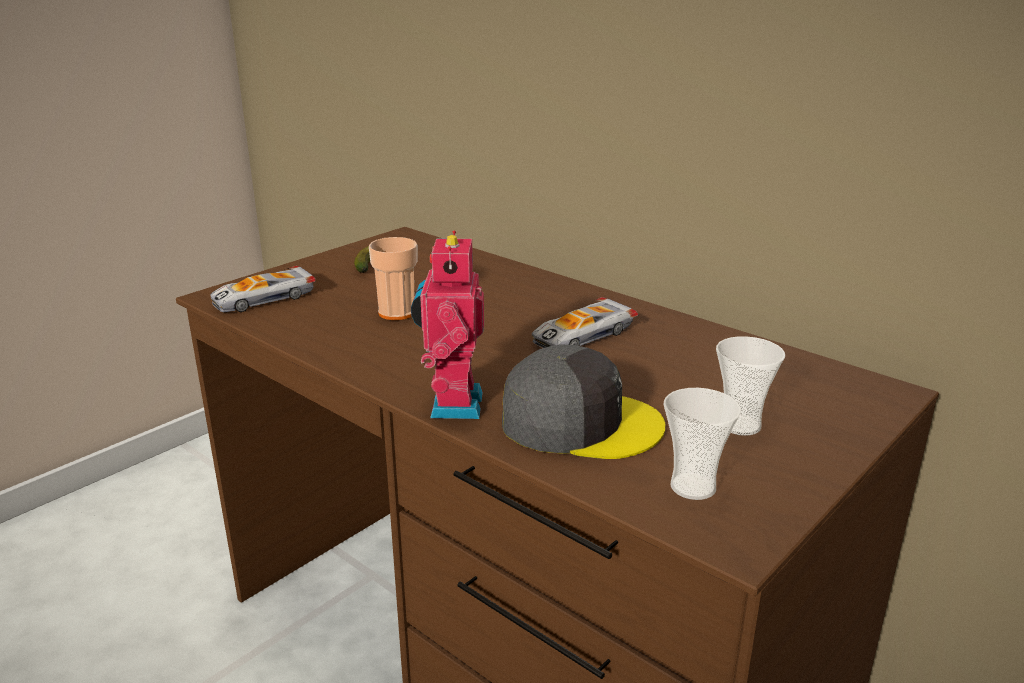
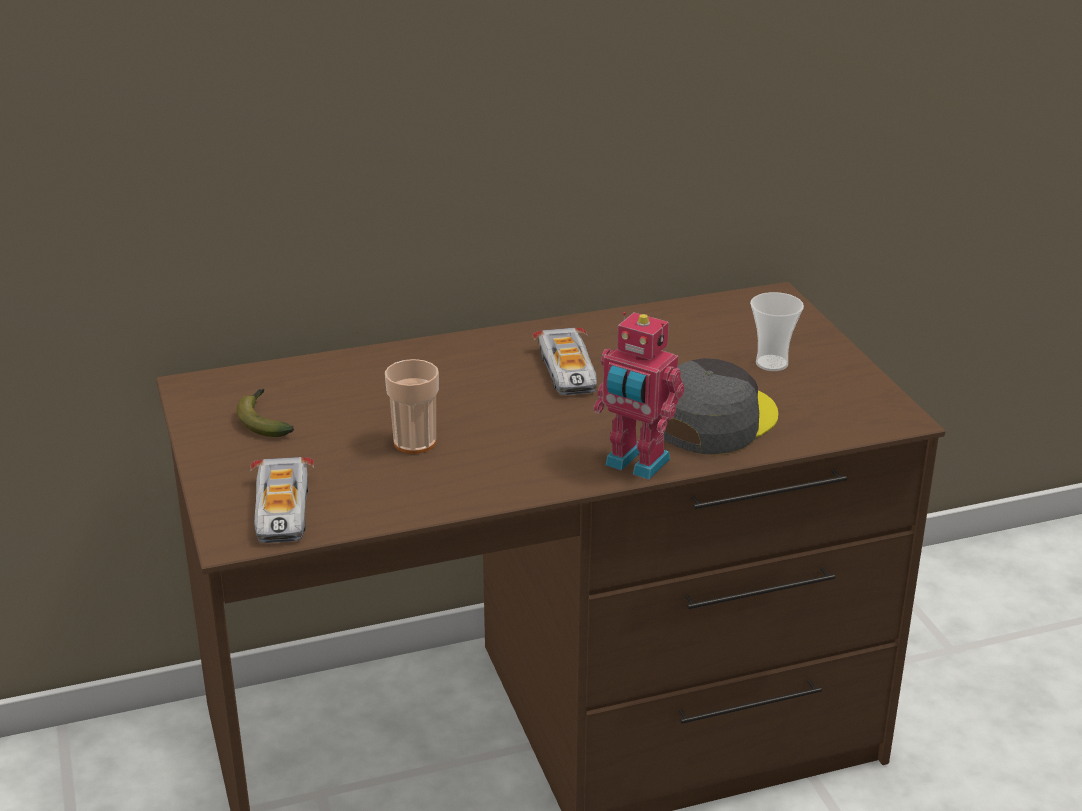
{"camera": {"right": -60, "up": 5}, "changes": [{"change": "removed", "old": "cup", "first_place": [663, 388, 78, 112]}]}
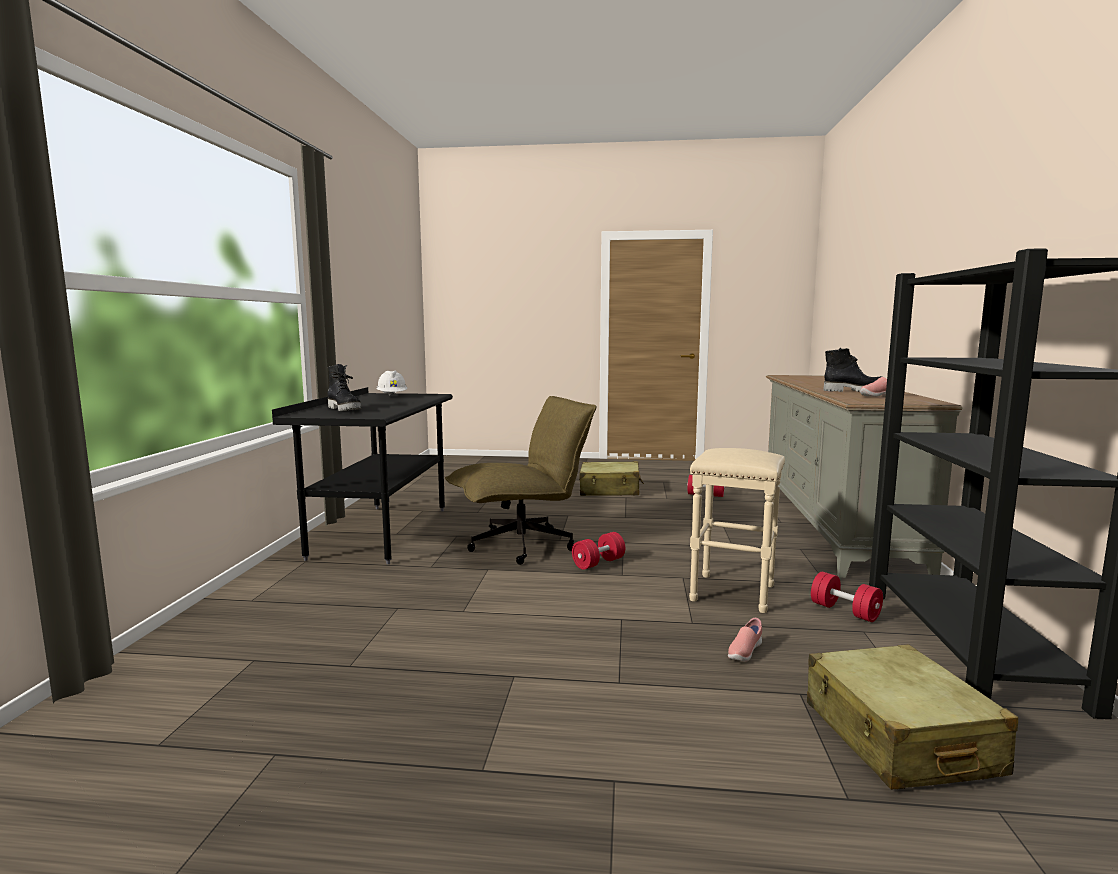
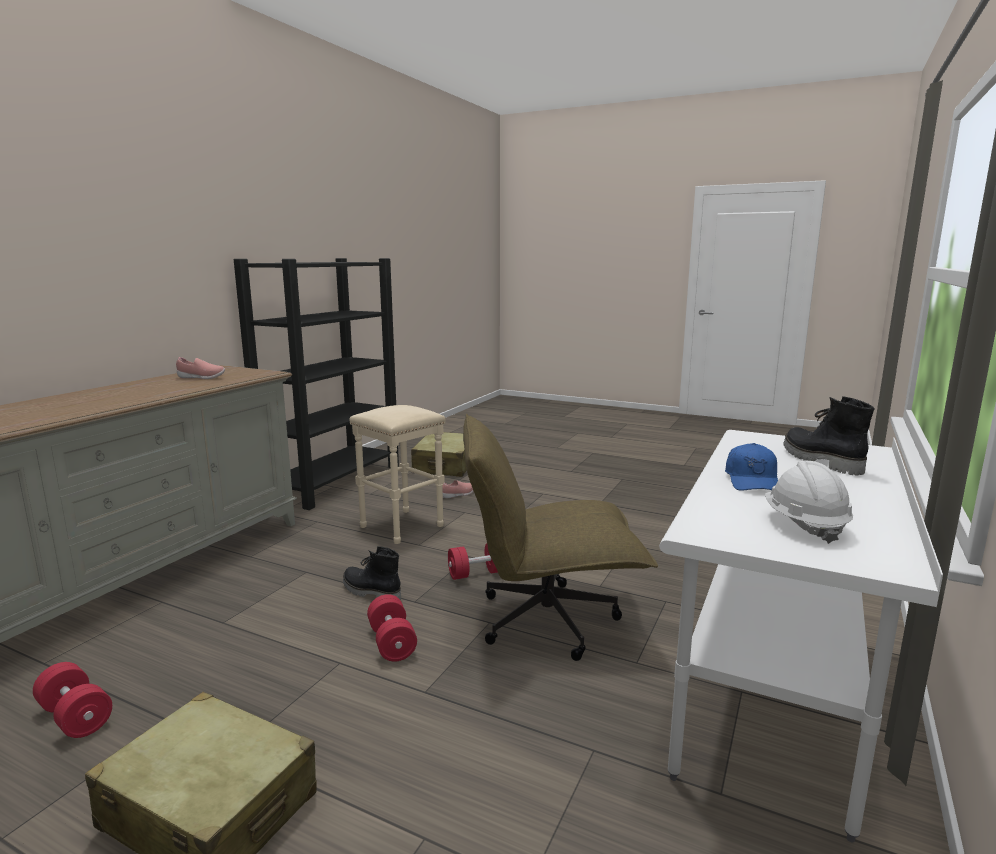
{"camera": {"right": -160, "up": 5}, "changes": [{"change": "moved", "old": "boot/black", "first_place": [823, 348, 59, 44], "second_place": [343, 546, 58, 54]}, {"change": "recoloured", "old": "desk/black", "new": "desk/white", "first_place": [272, 387, 181, 177], "second_place": [659, 430, 284, 413]}, {"change": "moved", "old": "dumbbell/red", "first_place": [811, 572, 72, 50], "second_place": [367, 594, 50, 68]}, {"change": "added", "new": "cap/blue", "second_place": [725, 443, 53, 47]}]}
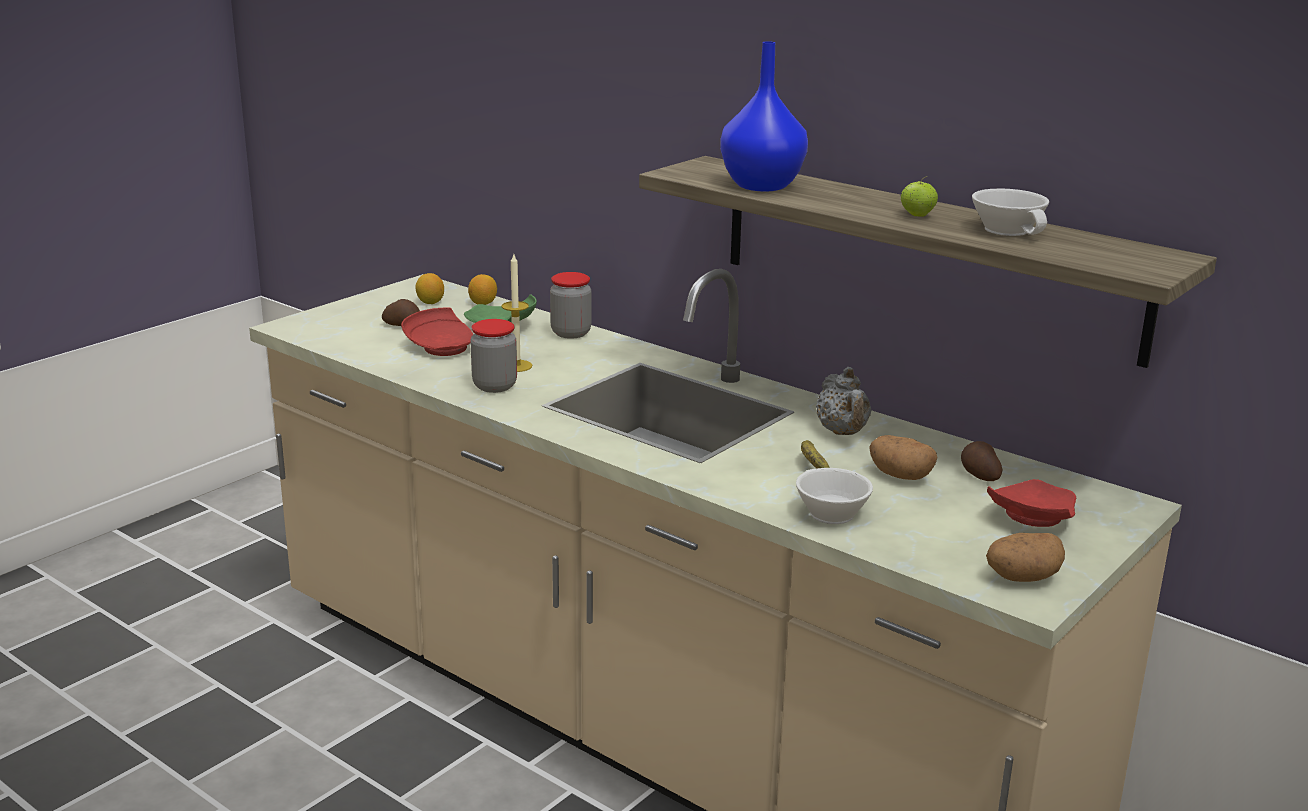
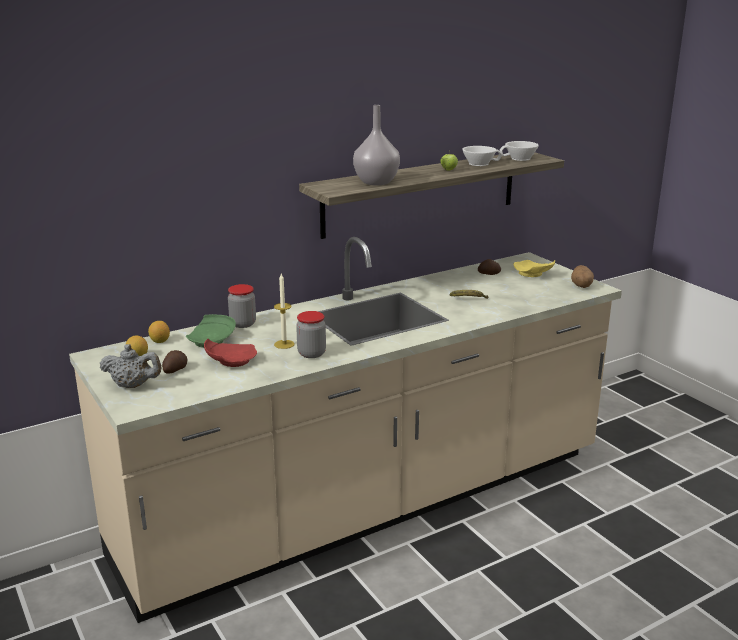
{"camera": {"right": -70, "up": 0}, "changes": [{"change": "recoloured", "old": "vase/blue", "new": "vase/grey", "first_place": [720, 41, 88, 150], "second_place": [353, 105, 47, 80]}, {"change": "moved", "old": "teapot/grey", "first_place": [816, 367, 55, 68], "second_place": [100, 344, 62, 44]}, {"change": "removed", "old": "potato", "first_place": [869, 435, 68, 45]}, {"change": "moved", "old": "cup/white", "first_place": [796, 468, 77, 56], "second_place": [500, 141, 39, 20]}, {"change": "recoloured", "old": "plate/red", "new": "plate/yellow", "first_place": [987, 479, 89, 48], "second_place": [513, 260, 42, 17]}]}
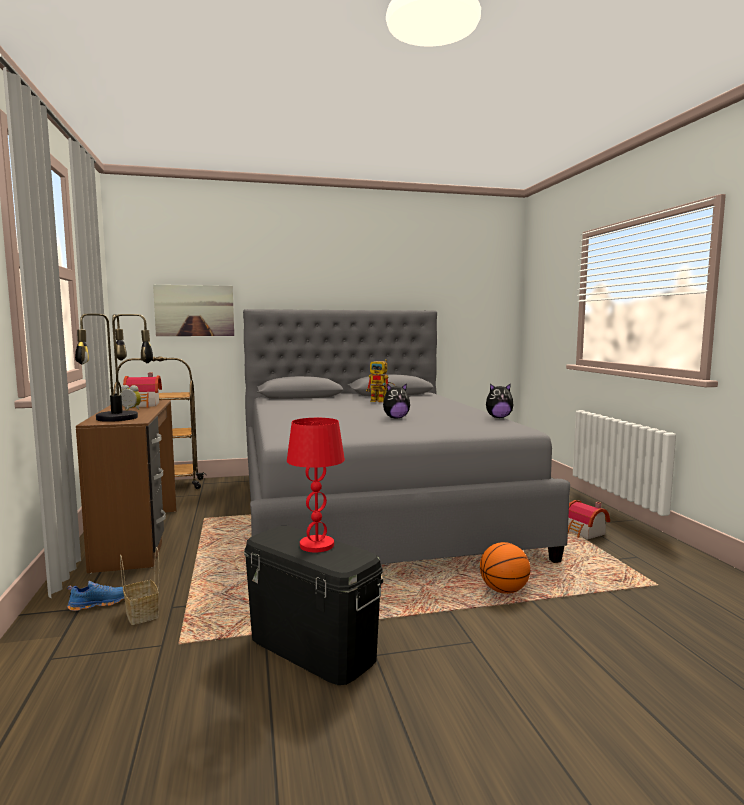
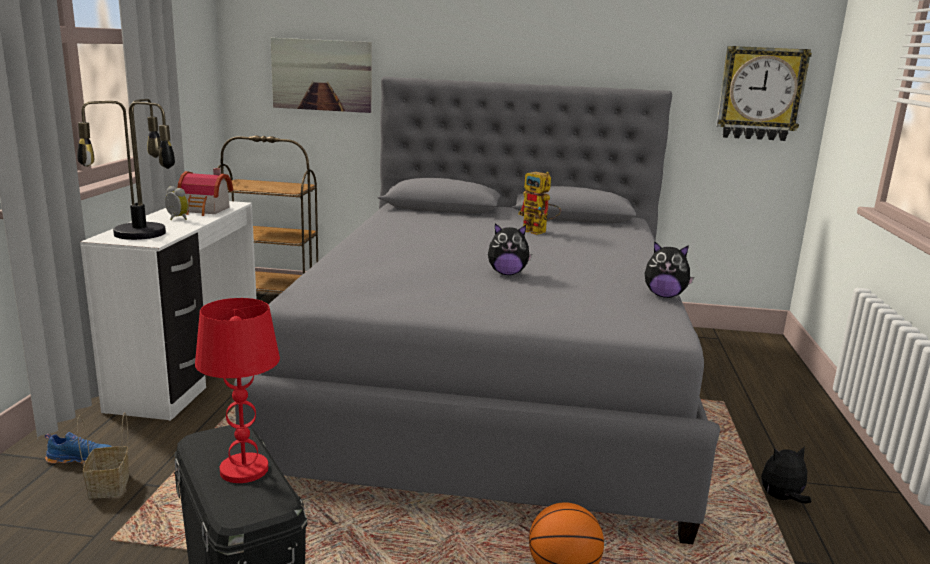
{"camera": {"right": 20, "up": 10}, "changes": [{"change": "recoloured", "old": "desk/brown", "new": "desk/white", "first_place": [76, 400, 100, 173], "second_place": [80, 201, 177, 220]}, {"change": "replaced", "old": "toy house", "new": "plush toy", "first_place": [568, 500, 42, 39], "second_place": [761, 446, 50, 58]}, {"change": "added", "new": "wall clock", "second_place": [716, 46, 96, 95]}]}
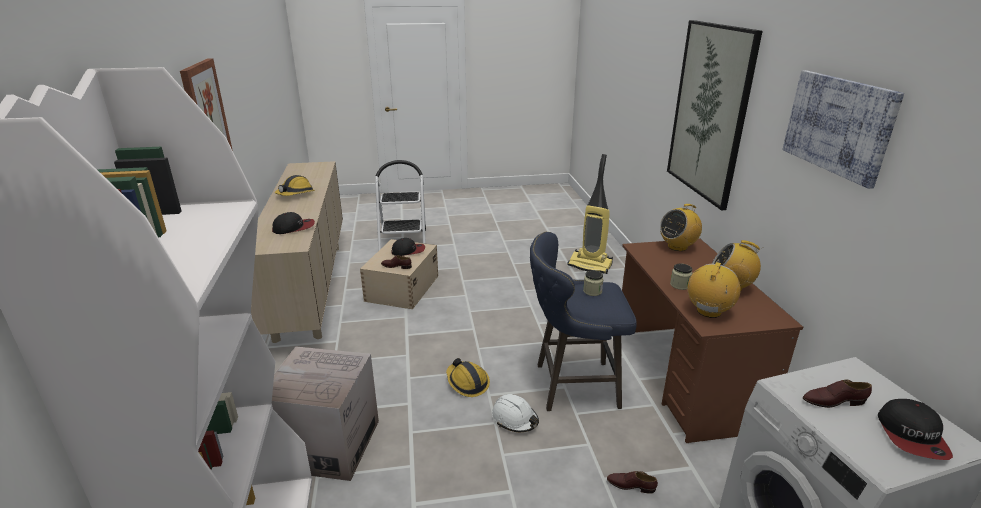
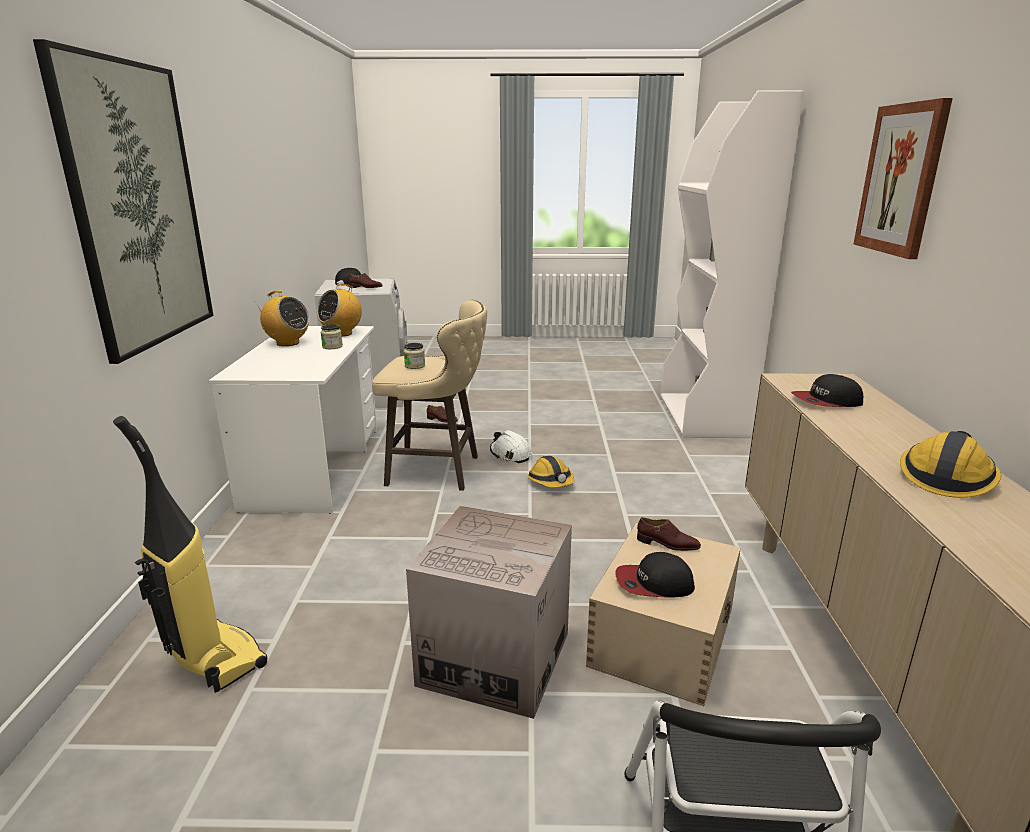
{"camera": {"right": -170, "up": -5}, "changes": [{"change": "removed", "old": "picture", "first_place": [783, 70, 121, 119]}, {"change": "removed", "old": "radio", "first_place": [660, 204, 42, 47]}, {"change": "recoloured", "old": "stool/blue", "new": "stool/beige", "first_place": [530, 231, 107, 180], "second_place": [372, 300, 115, 191]}, {"change": "recoloured", "old": "desk/brown", "new": "desk/white", "first_place": [622, 239, 181, 204], "second_place": [208, 326, 169, 188]}, {"change": "moved", "old": "cardboard box", "first_place": [272, 346, 107, 135], "second_place": [406, 506, 166, 213]}]}
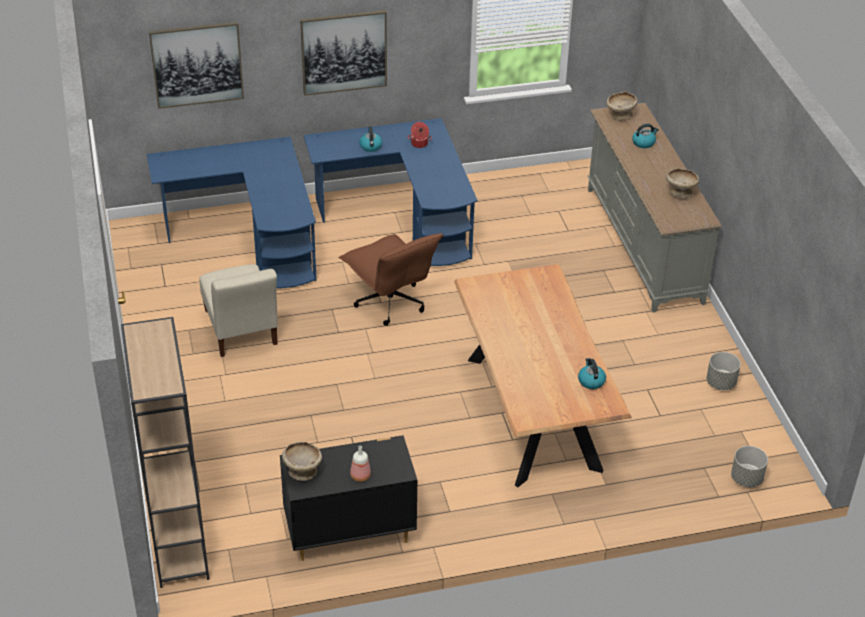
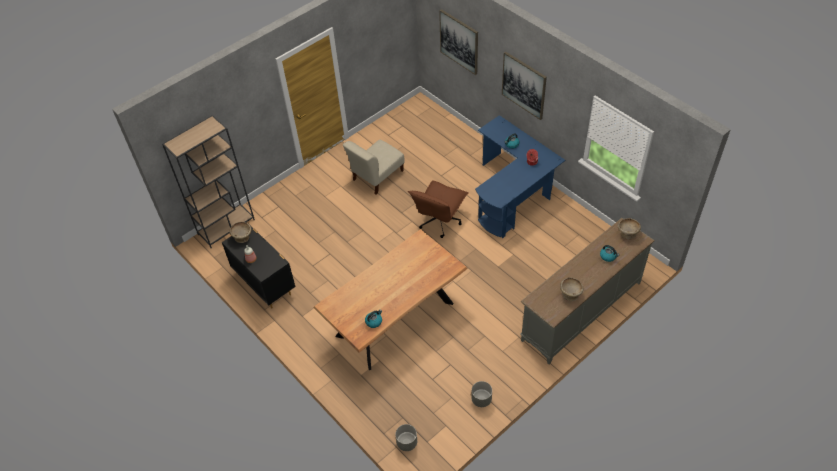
{"camera": {"right": 65, "up": 10}, "changes": [{"change": "removed", "old": "desk/blue", "first_place": [147, 137, 170, 151]}]}
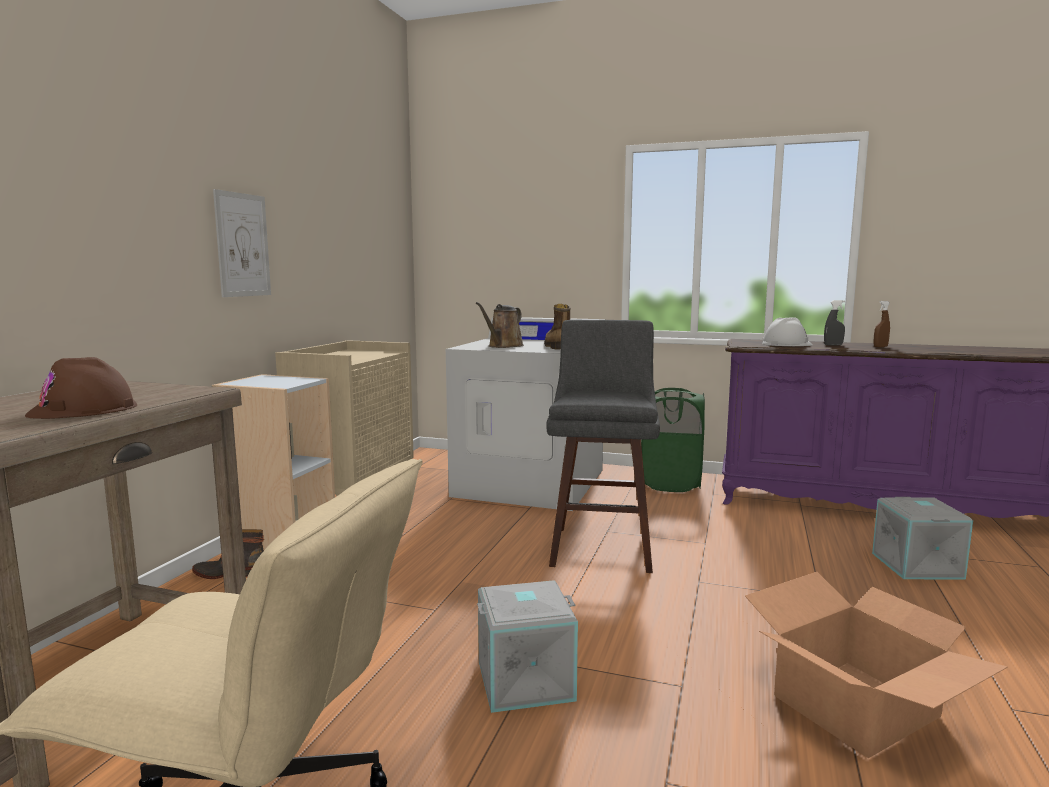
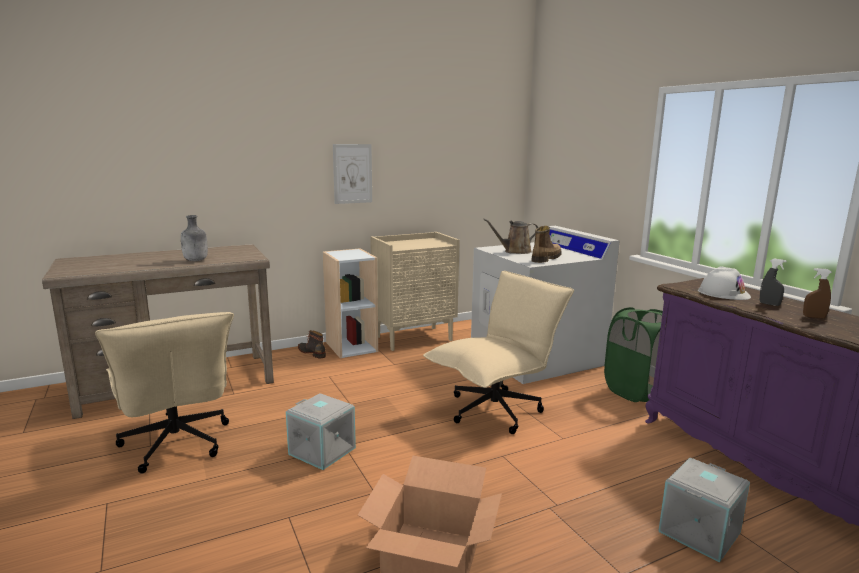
{"camera": {"right": 45, "up": 5}, "changes": [{"change": "replaced", "old": "stool/grey", "new": "office chair/beige", "first_place": [546, 320, 114, 253], "second_place": [423, 271, 151, 163]}, {"change": "replaced", "old": "hard hat/brown", "new": "bottle/grey", "first_place": [25, 357, 112, 62], "second_place": [181, 215, 27, 46]}]}
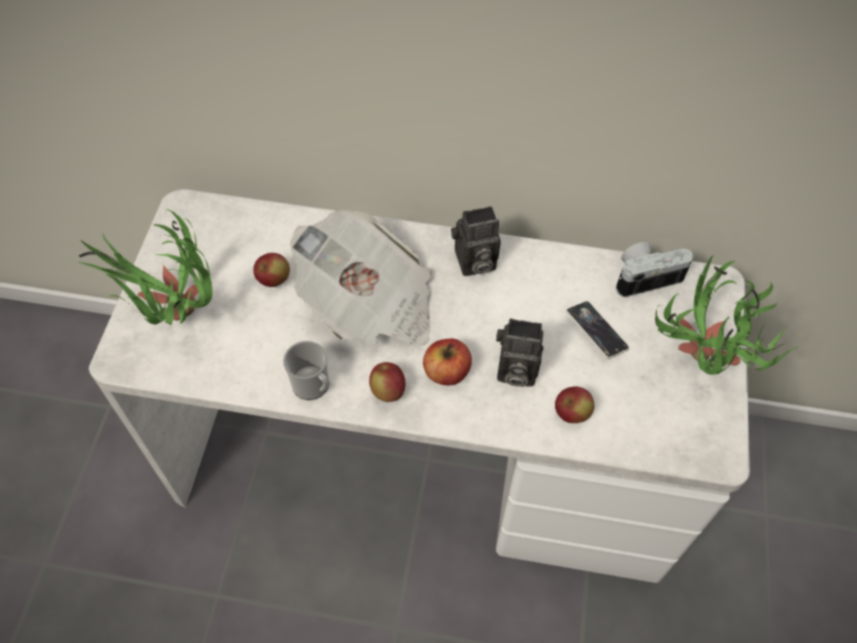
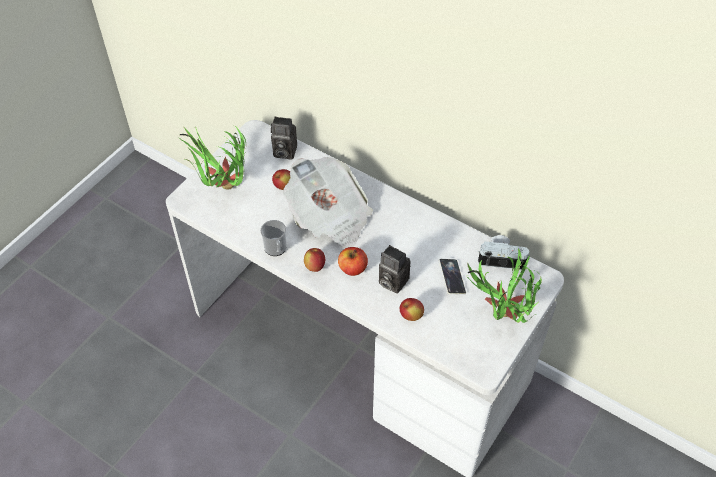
{"camera": {"right": 25, "up": -5}, "changes": [{"change": "moved", "old": "photo camera", "first_place": [451, 206, 50, 70], "second_place": [271, 117, 26, 43]}]}
